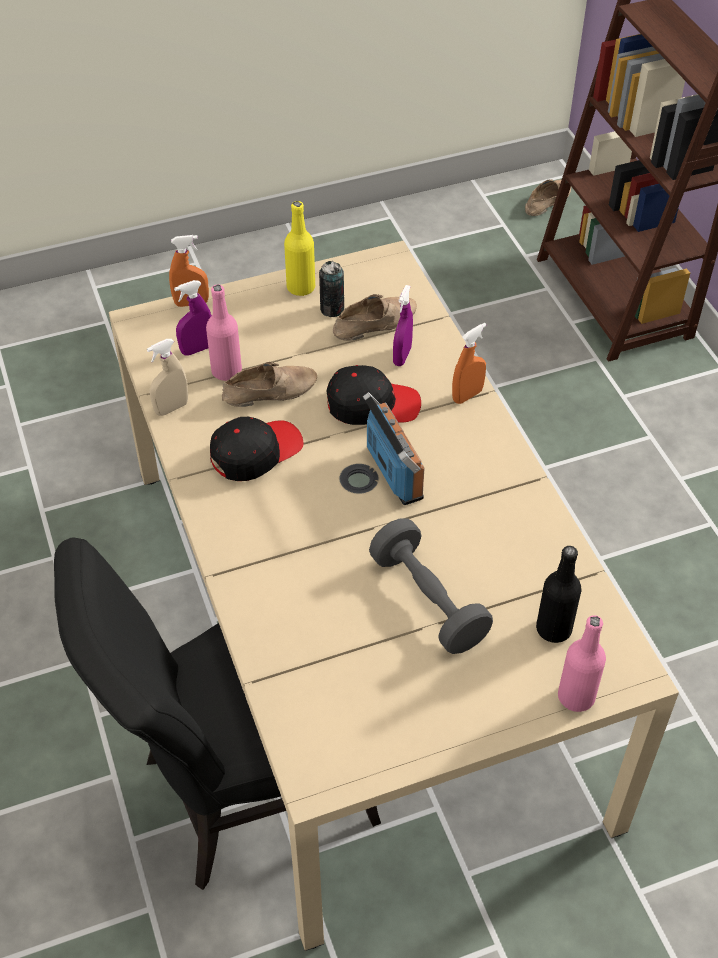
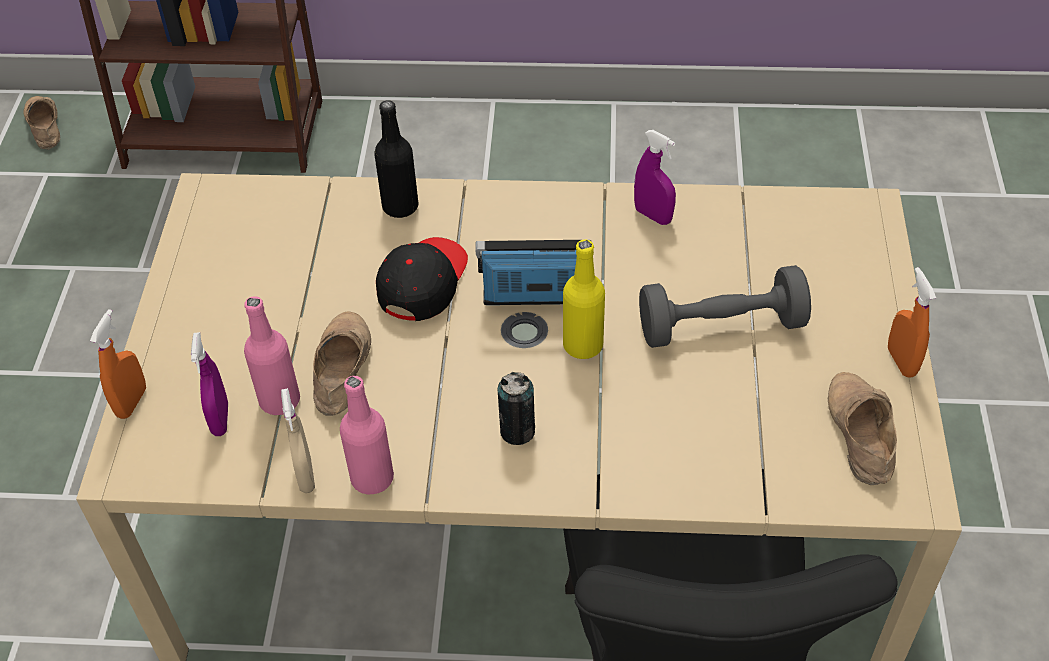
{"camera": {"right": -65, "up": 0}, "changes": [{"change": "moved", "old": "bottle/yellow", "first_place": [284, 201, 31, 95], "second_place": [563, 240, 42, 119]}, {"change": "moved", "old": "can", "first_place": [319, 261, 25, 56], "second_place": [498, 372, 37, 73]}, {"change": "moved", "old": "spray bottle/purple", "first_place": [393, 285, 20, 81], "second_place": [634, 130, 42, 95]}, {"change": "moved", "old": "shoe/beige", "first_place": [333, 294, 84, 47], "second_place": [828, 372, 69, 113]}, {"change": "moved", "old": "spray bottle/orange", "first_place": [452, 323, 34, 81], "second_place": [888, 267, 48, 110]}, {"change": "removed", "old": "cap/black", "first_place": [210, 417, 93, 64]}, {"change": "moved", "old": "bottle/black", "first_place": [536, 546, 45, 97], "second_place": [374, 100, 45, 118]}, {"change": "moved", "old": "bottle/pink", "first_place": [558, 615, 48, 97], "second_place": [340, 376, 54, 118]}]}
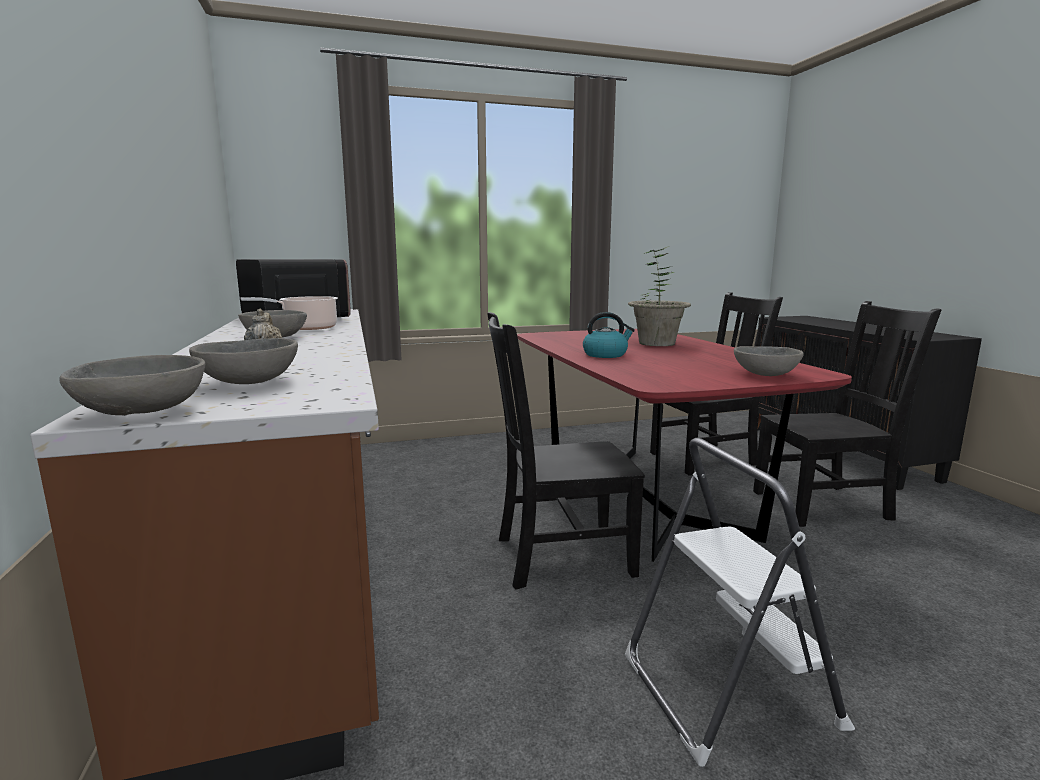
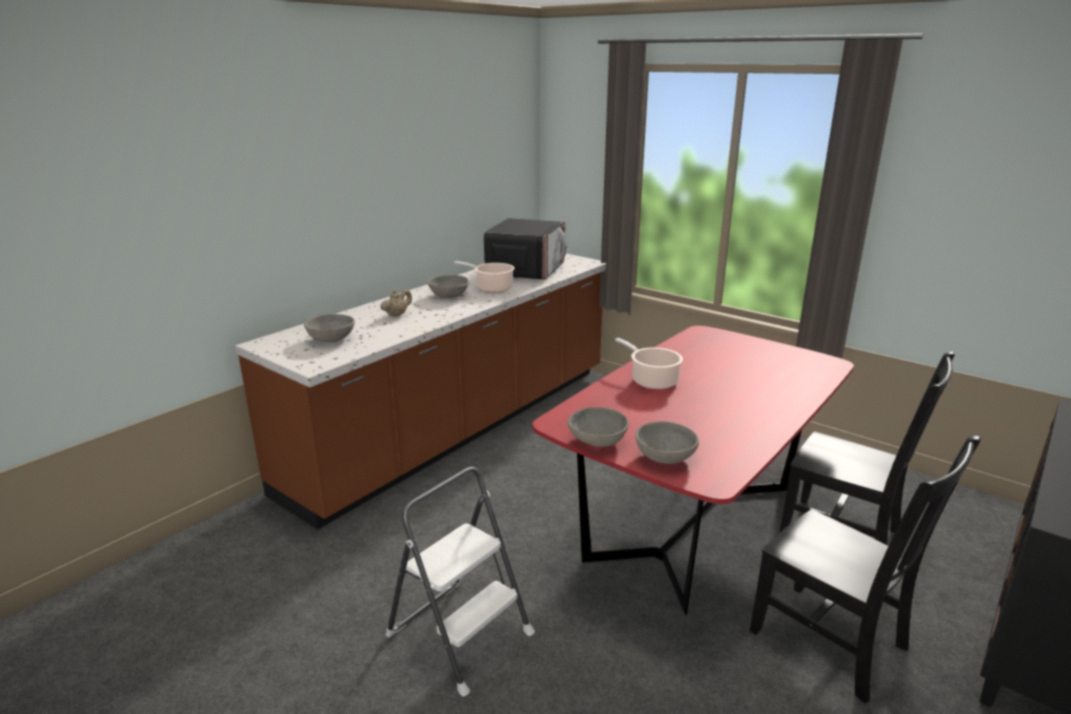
{"camera": {"right": 55, "up": 10}, "changes": [{"change": "removed", "old": "potted plant", "first_place": [628, 246, 63, 100]}, {"change": "removed", "old": "chair/black", "first_place": [488, 312, 157, 278]}, {"change": "replaced", "old": "kettle", "new": "cooking pot", "first_place": [583, 312, 52, 46], "second_place": [615, 338, 68, 51]}, {"change": "moved", "old": "bowl/grey", "first_place": [59, 355, 146, 61], "second_place": [568, 407, 61, 40]}]}
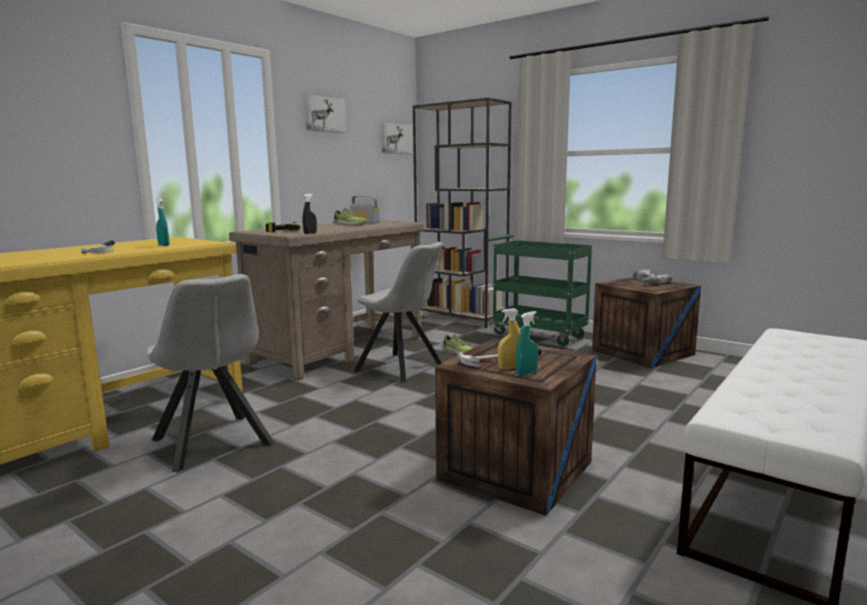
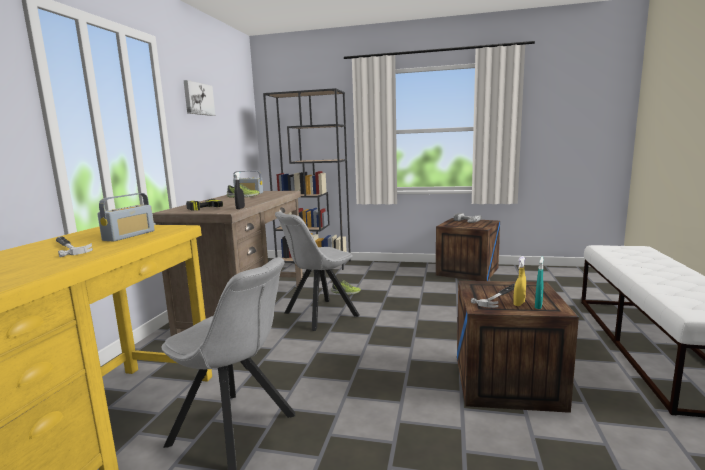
{"camera": {"right": -25, "up": 0}, "changes": [{"change": "removed", "old": "picture", "first_place": [381, 122, 32, 32]}, {"change": "replaced", "old": "spray bottle/turquoise", "new": "radio", "first_place": [155, 198, 14, 48], "second_place": [98, 193, 57, 49]}, {"change": "removed", "old": "cart/green", "first_place": [487, 234, 105, 112]}, {"change": "turned", "old": "chair/grey", "first_place": [353, 242, 90, 141], "second_place": [275, 211, 84, 120], "degrees": 135}]}
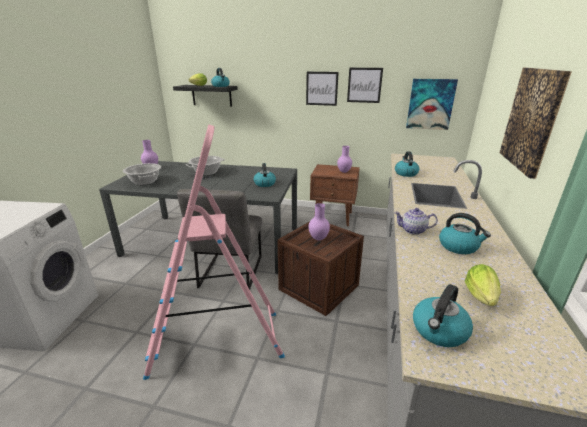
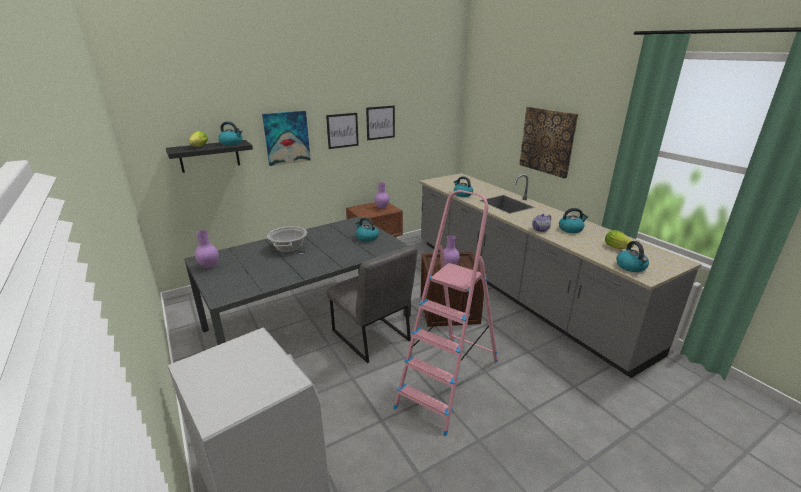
{"camera": {"right": -45, "up": 0}, "changes": [{"change": "moved", "old": "picture", "first_place": [406, 79, 52, 51], "second_place": [262, 111, 49, 55]}, {"change": "removed", "old": "cooking pot", "first_place": [123, 163, 38, 22]}]}
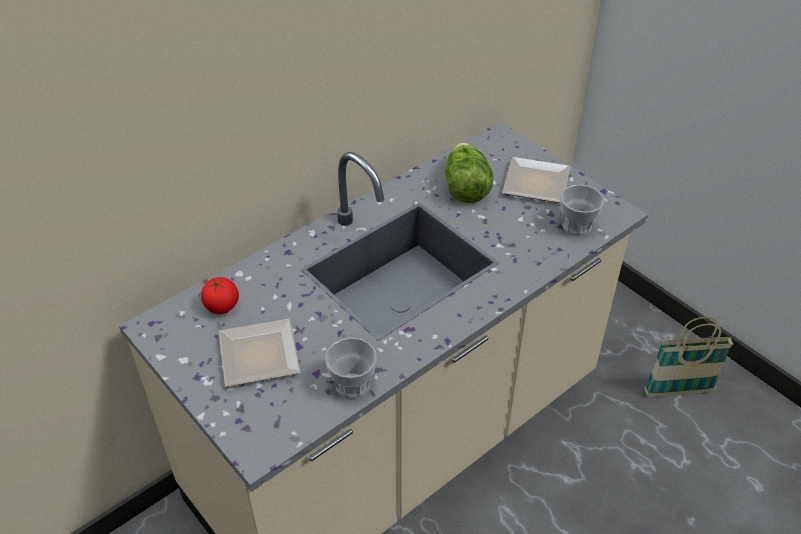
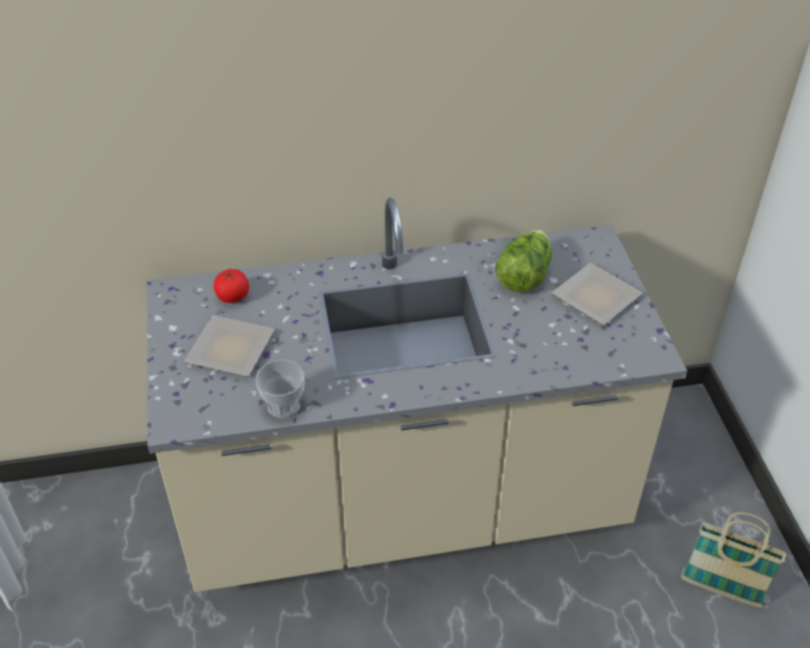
{"camera": {"right": 30, "up": 0}, "changes": [{"change": "removed", "old": "cup", "first_place": [560, 185, 44, 51]}]}
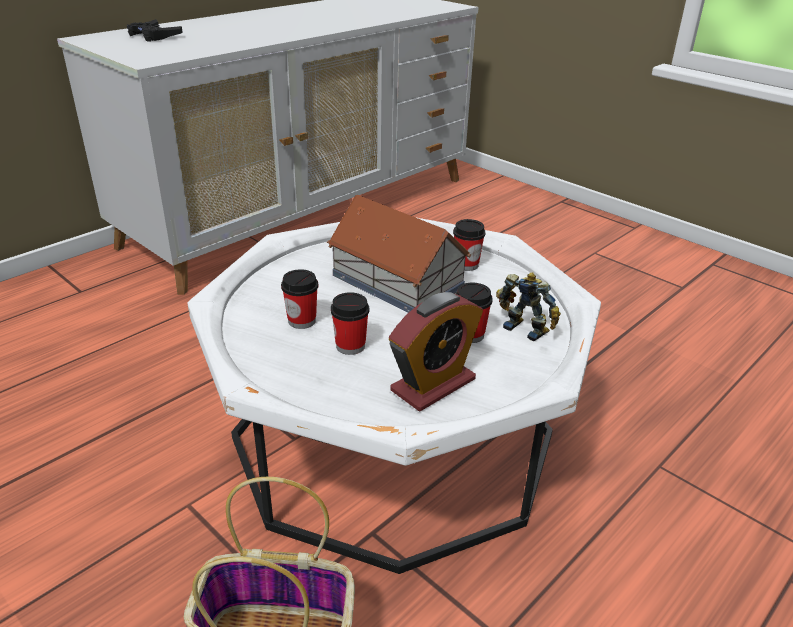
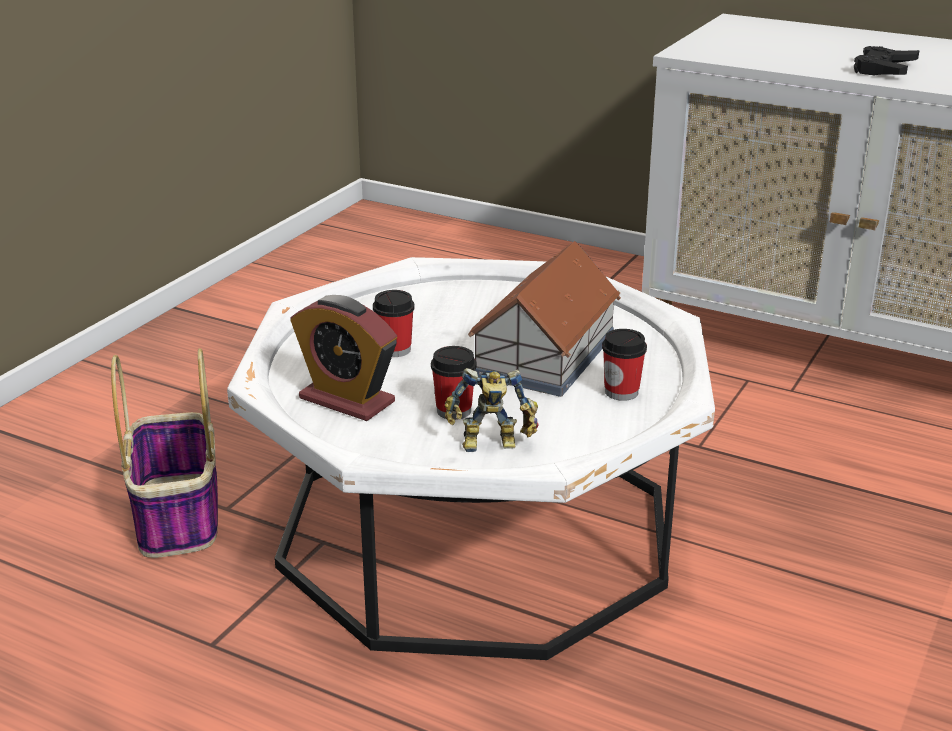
{"camera": {"right": 75, "up": -5}, "changes": [{"change": "moved", "old": "game controller/black", "first_place": [127, 19, 56, 23], "second_place": [854, 46, 66, 29]}, {"change": "removed", "old": "cup", "first_place": [281, 269, 37, 60]}, {"change": "turned", "old": "toy robot", "first_place": [496, 272, 65, 70], "second_place": [444, 368, 95, 84], "degrees": 60}]}
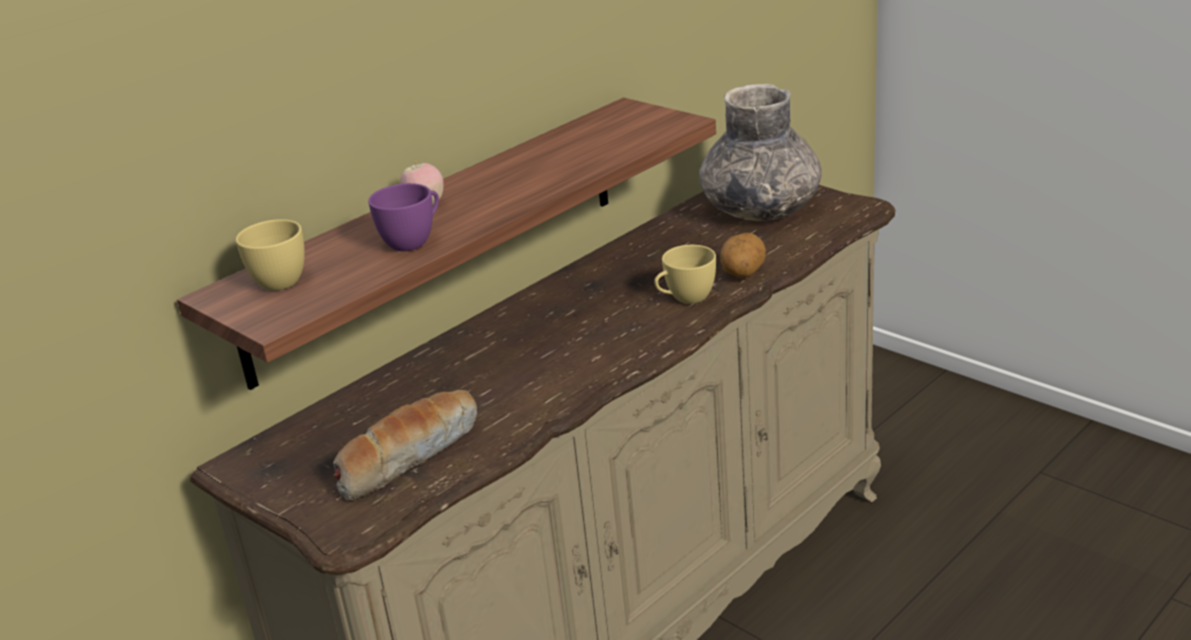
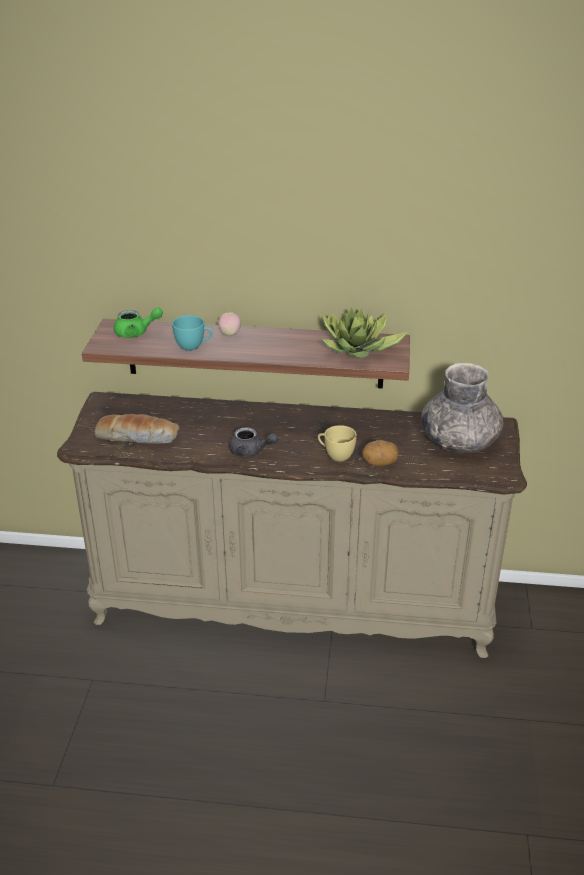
{"camera": {"right": 50, "up": 5}, "changes": [{"change": "recoloured", "old": "cup/purple", "new": "cup/turquoise", "first_place": [368, 183, 71, 68], "second_place": [172, 315, 41, 36]}, {"change": "replaced", "old": "cup/yellow", "new": "teapot/green", "first_place": [236, 219, 69, 72], "second_place": [114, 307, 49, 31]}, {"change": "added", "new": "potted plant", "second_place": [321, 307, 88, 51]}, {"change": "added", "new": "teapot/grey", "second_place": [229, 427, 49, 30]}]}
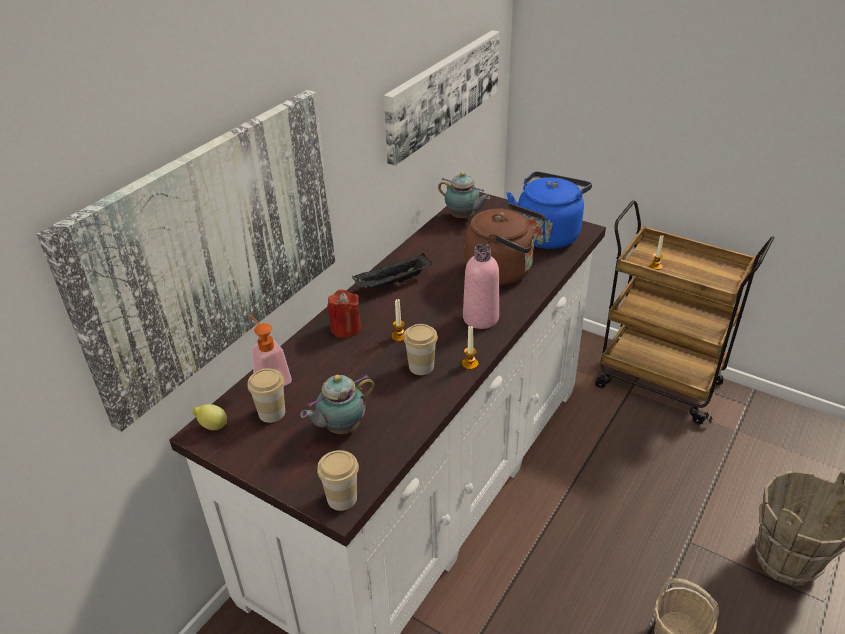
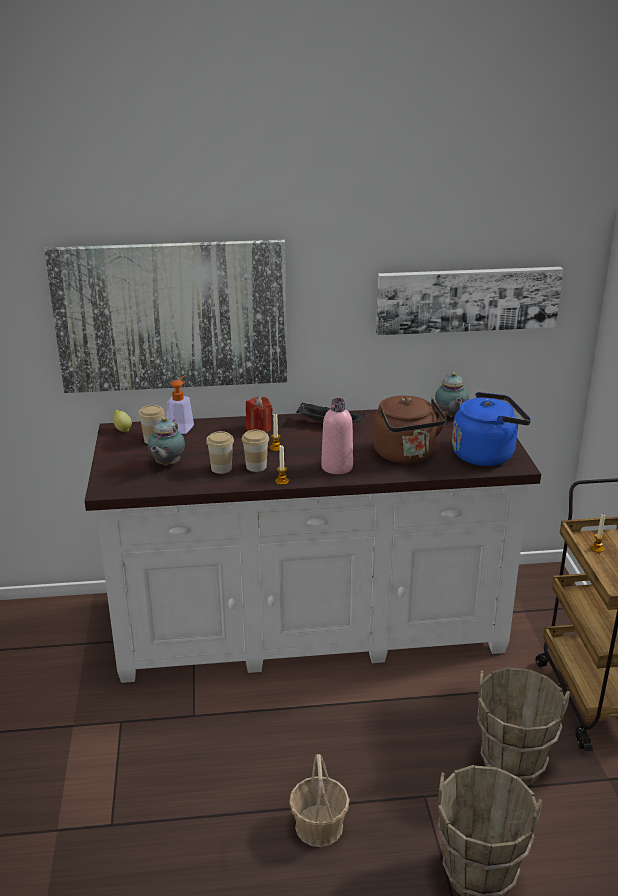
{"camera": {"right": 50, "up": -10}, "changes": [{"change": "turned", "old": "teapot", "first_place": [300, 375, 75, 59], "second_place": [148, 417, 37, 49], "degrees": -90}, {"change": "moved", "old": "cup", "first_place": [317, 450, 42, 61], "second_place": [206, 431, 28, 43]}, {"change": "added", "new": "bucket/brown", "second_place": [477, 667, 93, 118]}]}
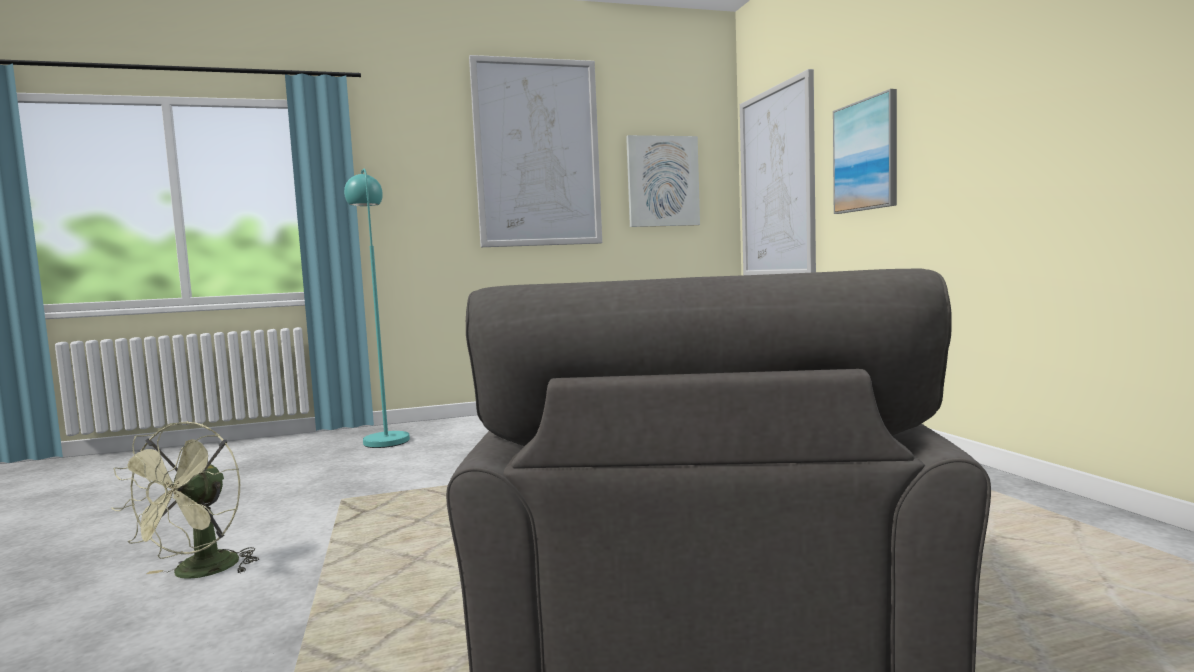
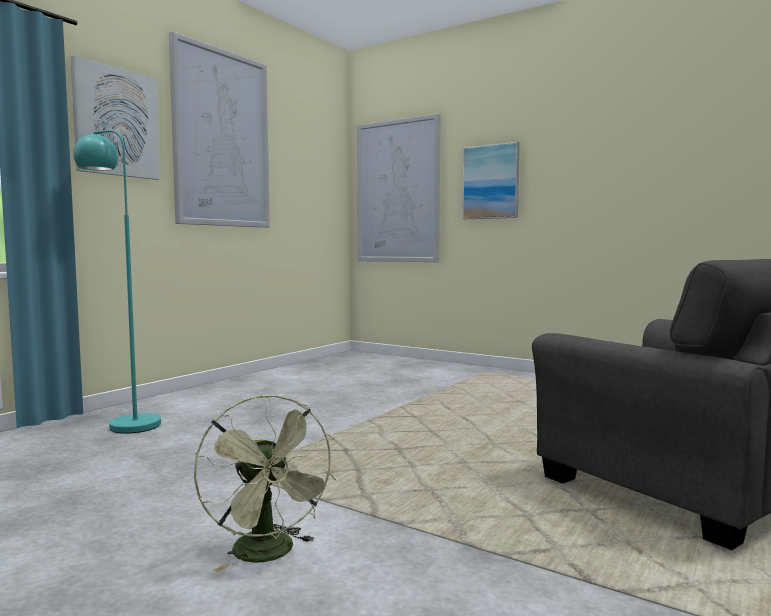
{"camera": {"right": -40, "up": 0}, "changes": [{"change": "moved", "old": "picture", "first_place": [626, 135, 74, 92], "second_place": [70, 56, 91, 124]}]}
